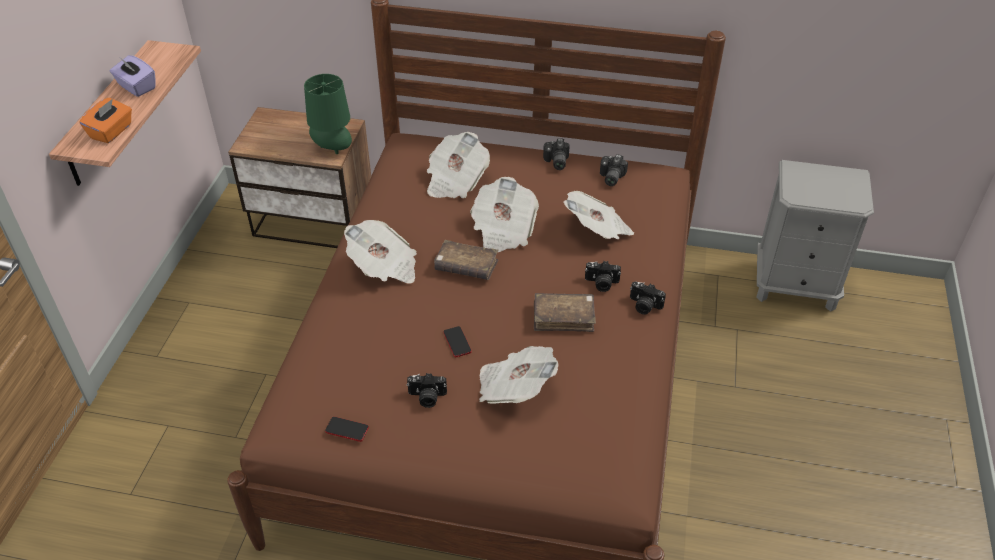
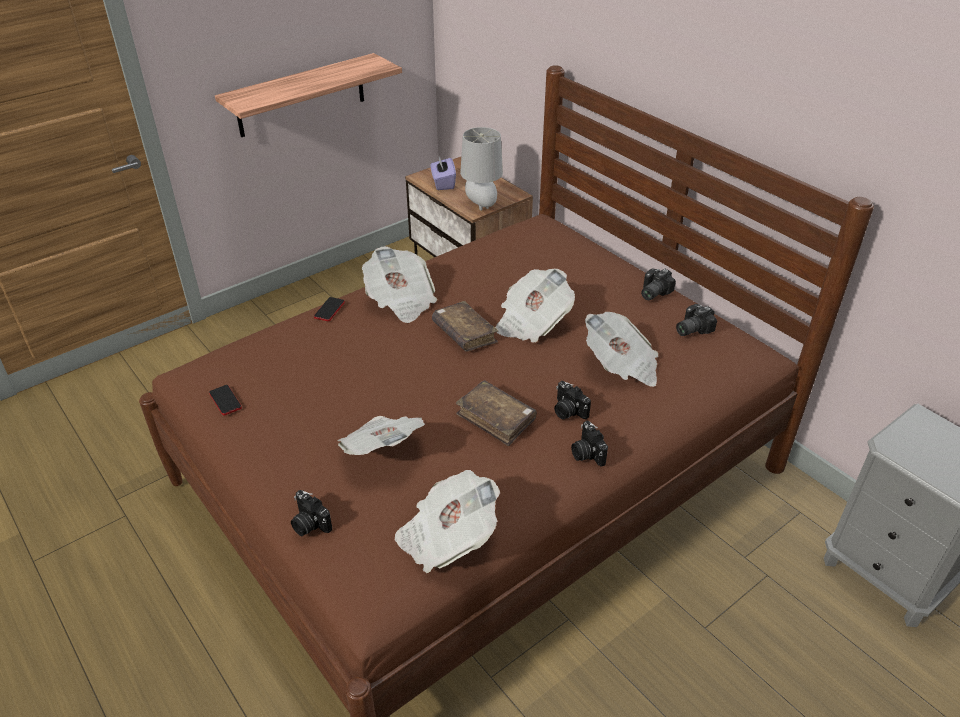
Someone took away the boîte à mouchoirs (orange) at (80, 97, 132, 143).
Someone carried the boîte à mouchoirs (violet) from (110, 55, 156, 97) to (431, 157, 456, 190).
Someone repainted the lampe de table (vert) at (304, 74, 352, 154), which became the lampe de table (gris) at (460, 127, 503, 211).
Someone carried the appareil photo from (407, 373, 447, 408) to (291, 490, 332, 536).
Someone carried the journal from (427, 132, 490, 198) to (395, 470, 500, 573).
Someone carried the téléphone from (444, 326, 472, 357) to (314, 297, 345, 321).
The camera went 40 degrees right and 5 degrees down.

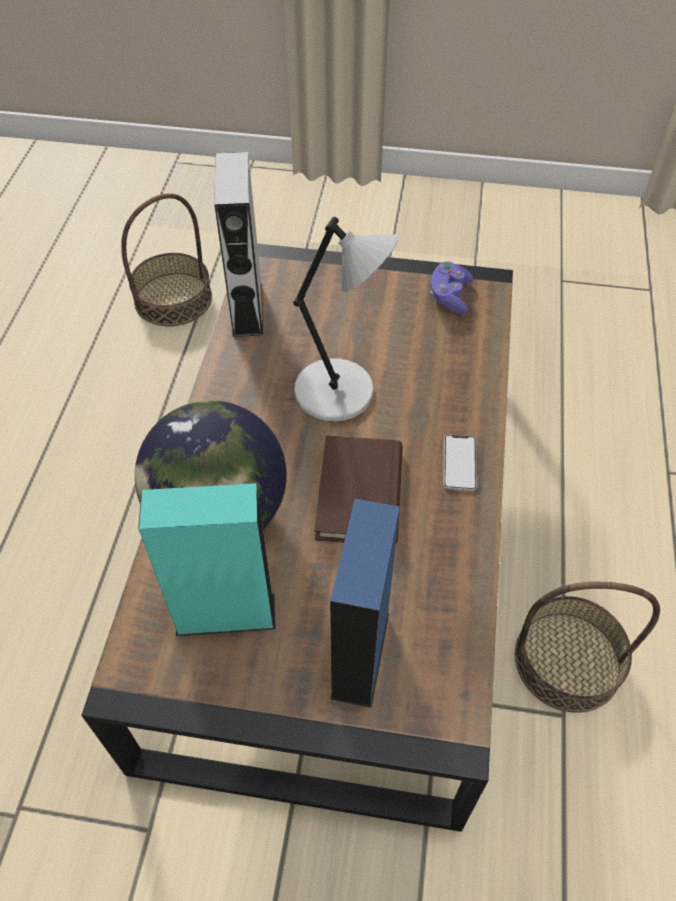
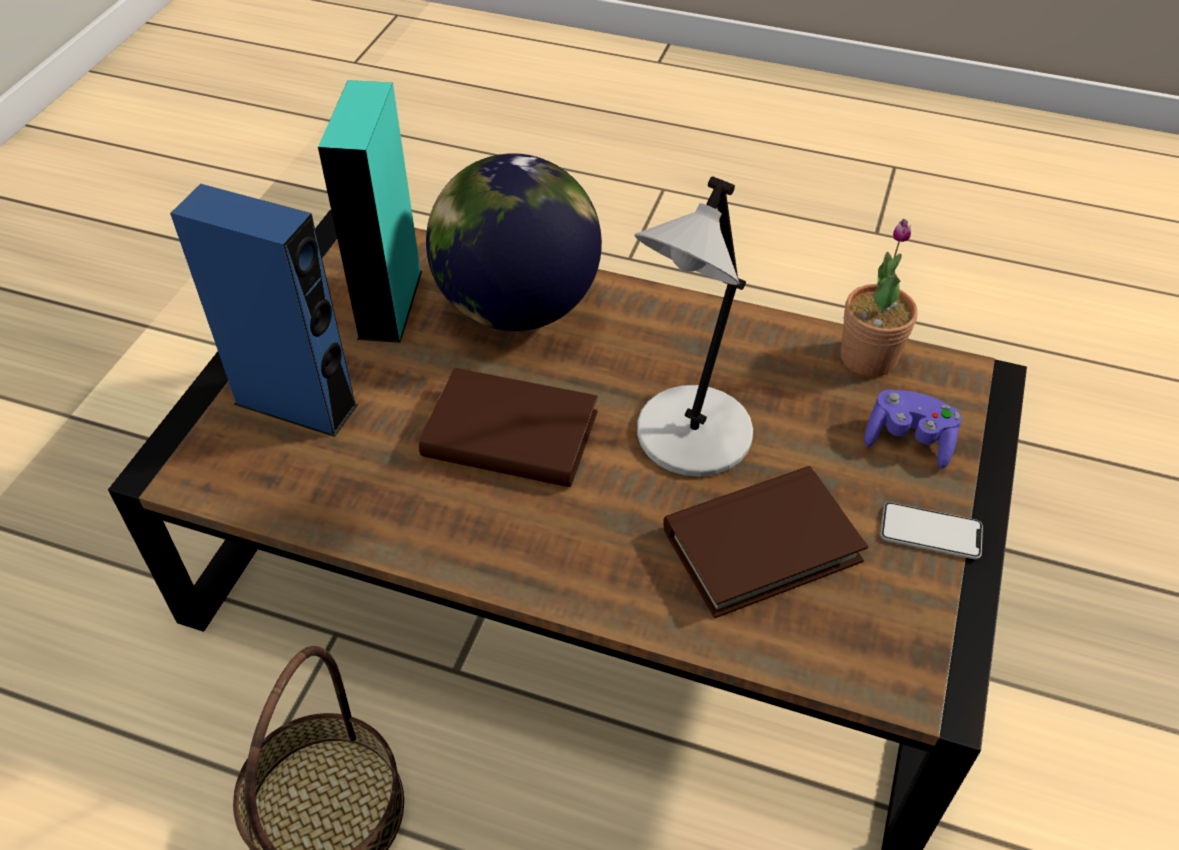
Someone took away the panier at (121, 193, 212, 326).
Someone swapped the enceinte (gris) at (214, 152, 263, 337) for the plante en pot at (841, 219, 918, 377).
Someone carried the manette (violet) from (430, 261, 473, 314) to (864, 390, 962, 469).
Someone carried the téléphone from (443, 435, 477, 491) to (880, 502, 983, 559).
Someone put down the livre (marron) at (663, 466, 868, 618).
The camera went 100 degrees right and 5 degrees down.

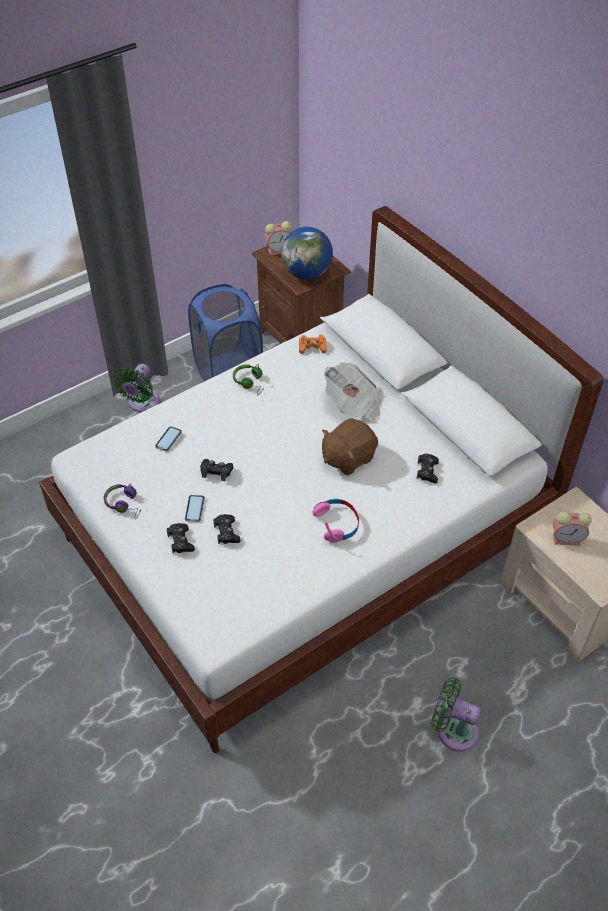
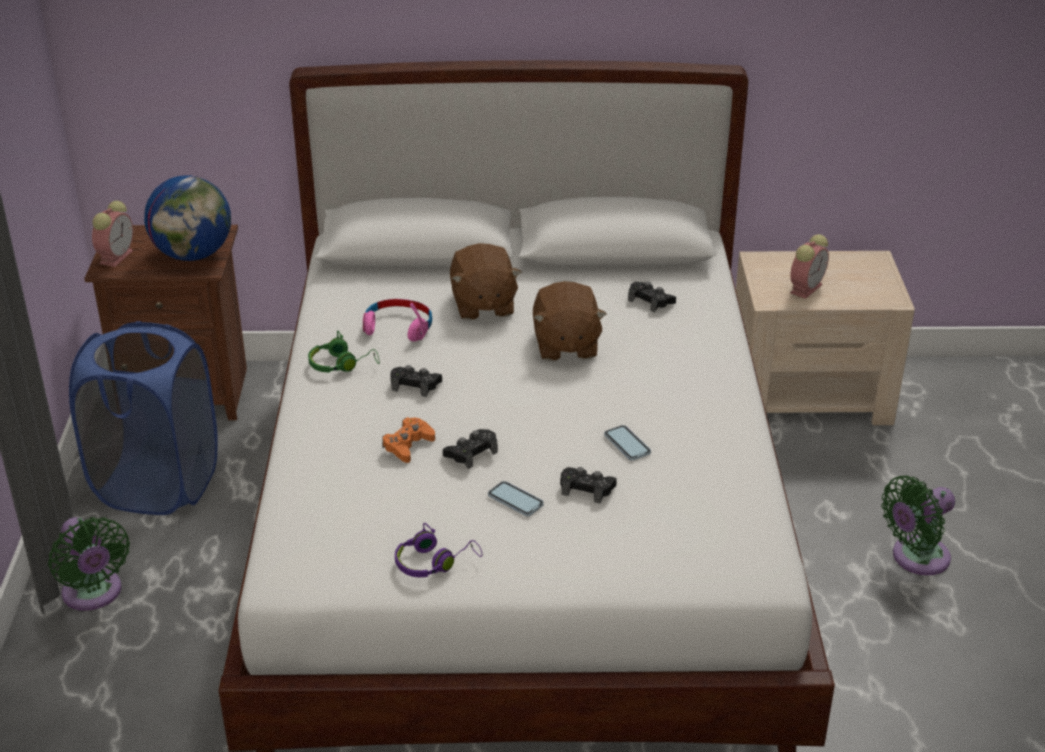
Someone carried the téléphone from (155, 426, 182, 452) to (604, 425, 651, 461).
Someone carried the manette (noir) from (167, 523, 195, 553) to (390, 365, 442, 397).
Someone carried the manette (orange) from (299, 335, 327, 354) to (382, 417, 435, 463).
Someone carried the casque audio (rose) from (312, 499, 359, 543) to (363, 299, 432, 342).
Someone swapped the journal at (324, 363, 382, 421) for the peluche (marron) at (450, 243, 522, 320).
The camera went 55 degrees left and 15 degrees down.

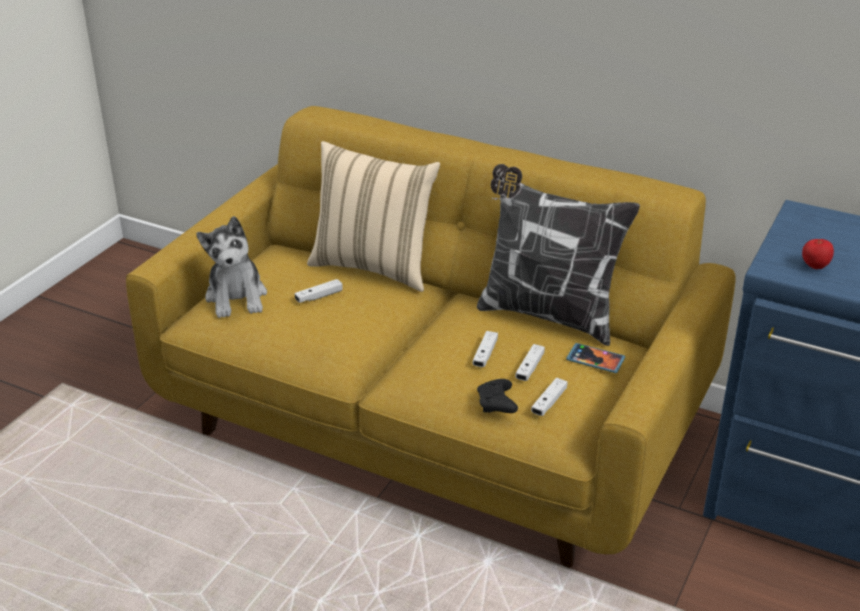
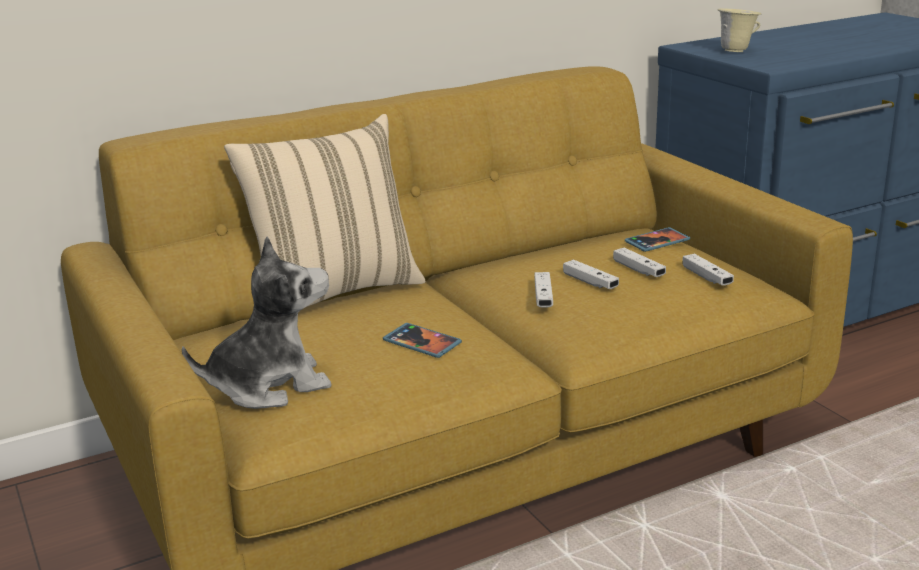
Someone rotated the peluche at (196, 216, 267, 318) by 45 degrees counterclockwise.
Someone carried the manette (blanc) from (295, 279, 343, 303) to (534, 272, 553, 307).
Someone took away the coussin at (477, 164, 640, 346).
Someone took away the manette (noir) at (477, 379, 518, 413).
Someone took away the pomme at (802, 239, 834, 269).
Someone put down the téléphone at (383, 323, 462, 358).
Someone put down the mug (beige) at (718, 9, 761, 52).
The camera went 55 degrees left and 10 degrees down.

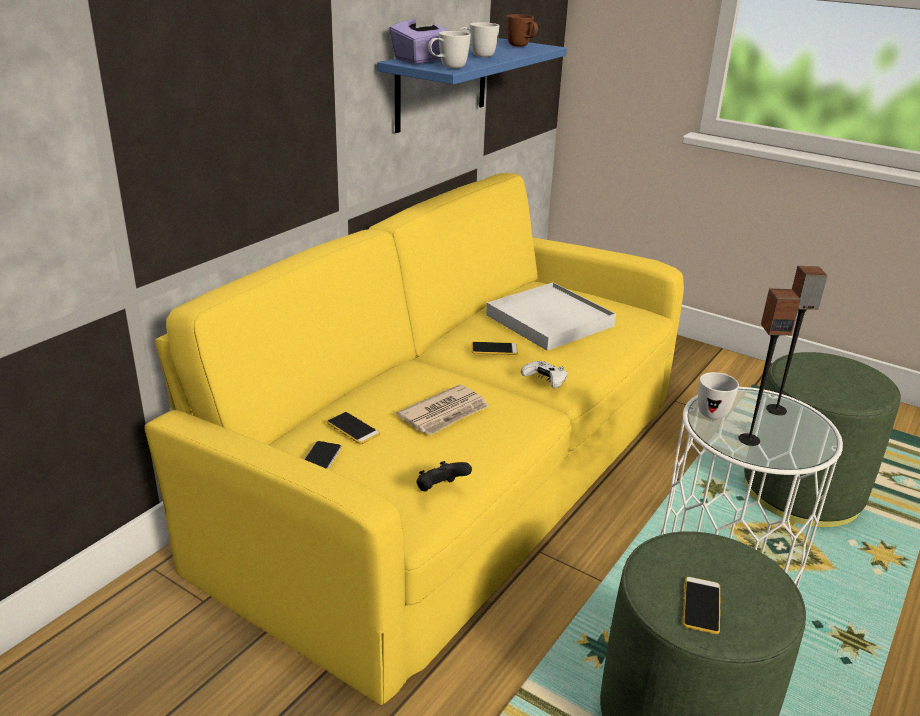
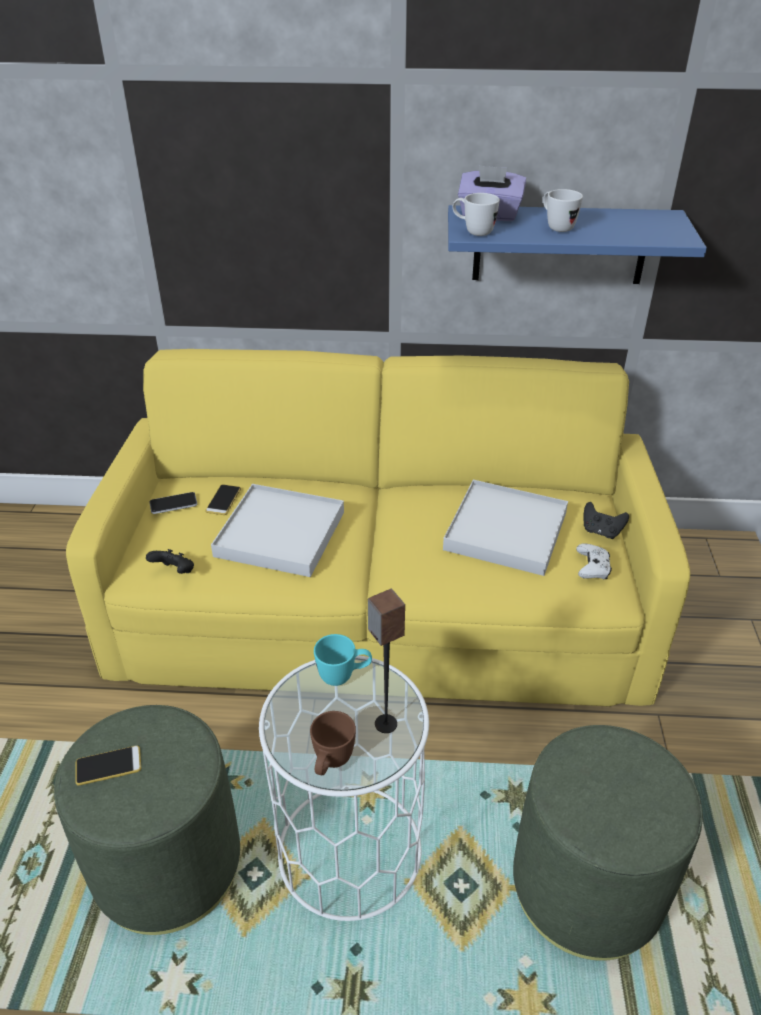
Someone swapped the journal at (396, 384, 489, 435) for the plateau (blanc) at (211, 484, 344, 577).
Someone took away the téléphone at (472, 342, 518, 355).
Someone carried the mug (marron) from (506, 14, 538, 47) to (310, 711, 356, 775).
Someone carried the manette (blanc) from (521, 361, 567, 388) to (576, 544, 612, 579).
Someone repainted the mug (blanc) at (698, 372, 739, 419), which became the mug (turquoise) at (314, 634, 372, 686).
Someone took away the enceinte at (738, 288, 801, 446).
Someone put down the manette (noir) at (584, 502, 629, 539).
The camera went 60 degrees right and 10 degrees up.

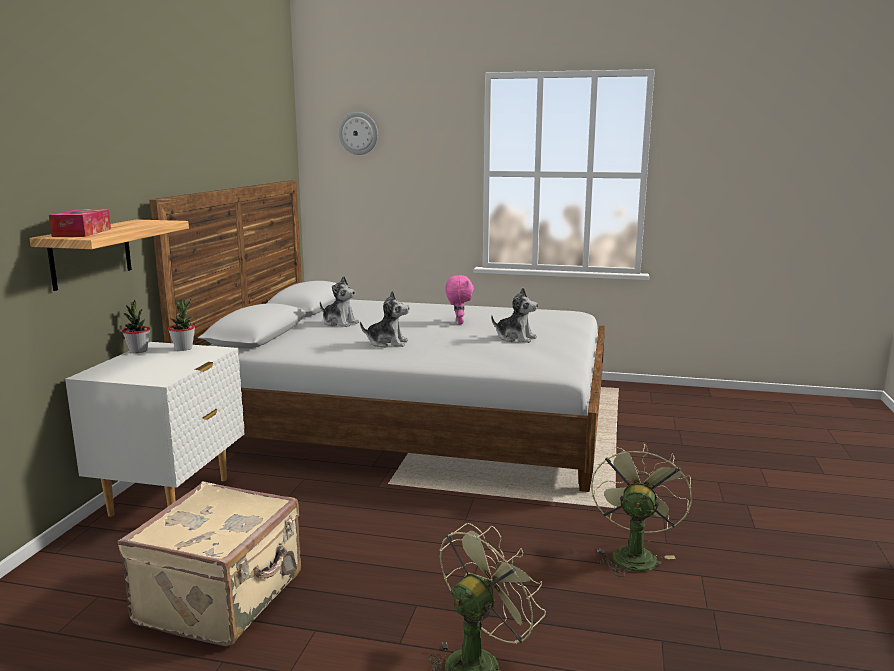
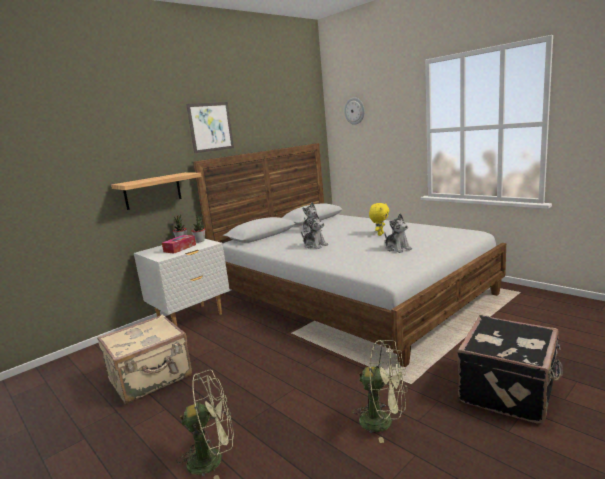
Someone carried the boîte à mouchoirs from (49, 209, 111, 237) to (162, 235, 196, 254).
Someone repainted the peluche (rose) at (445, 275, 474, 324), which became the peluche (jaune) at (369, 203, 390, 236).
Someone rotated the ventilateur (vert) at (591, 442, 692, 577) by 60 degrees clockwise.
Someone put up the tableau at (186, 102, 234, 153).
Someone put down the valise (noir) at (457, 315, 563, 423).
The camera went 35 degrees right and 0 degrees up.

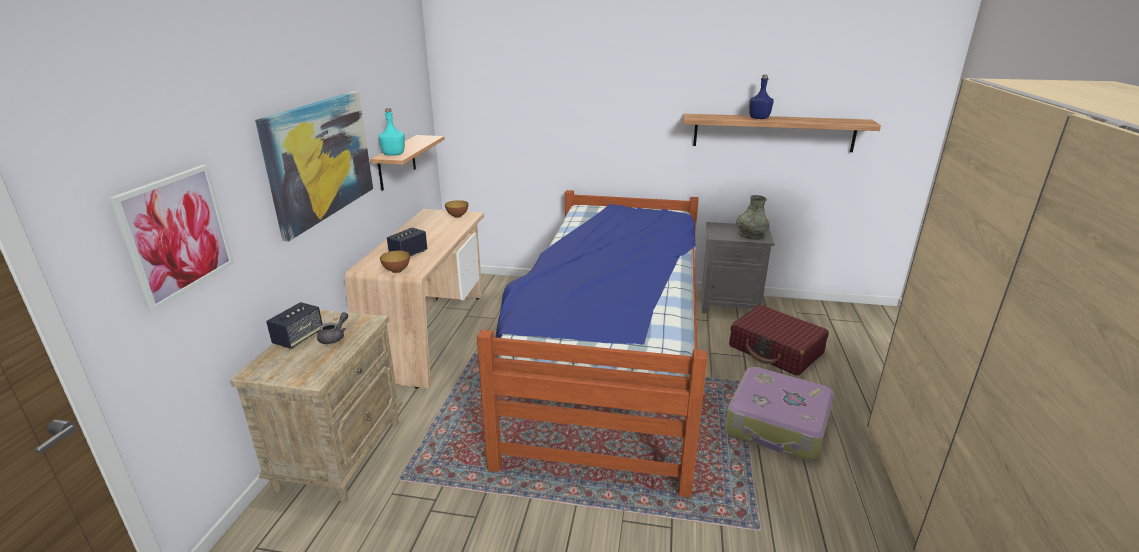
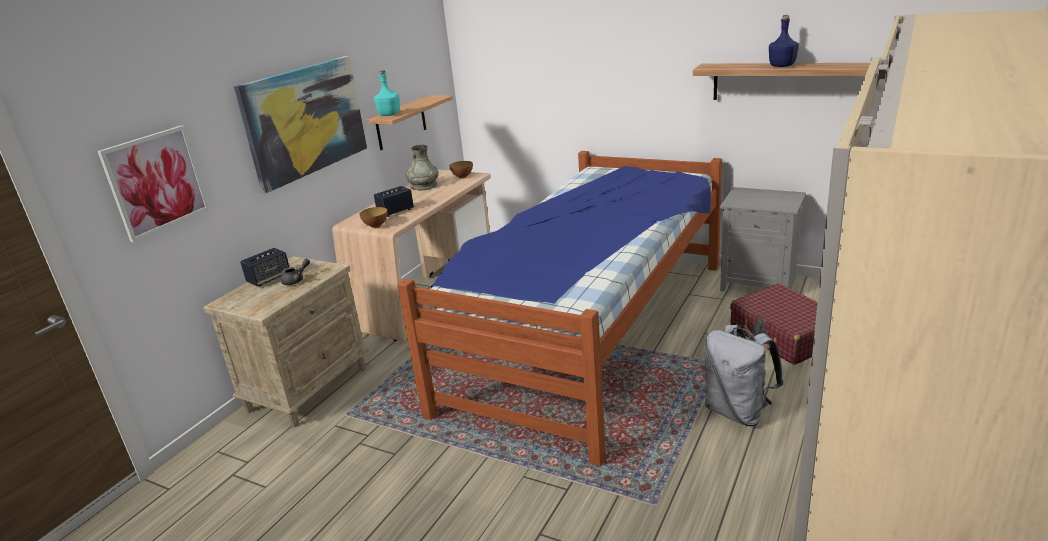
Someone swapped the valise at (725, 367, 834, 462) for the sac à dos (gris) at (705, 325, 783, 426).
Someone carried the vase (gris) from (736, 195, 770, 240) to (406, 145, 439, 190).
The camera went 20 degrees right and 0 degrees up.

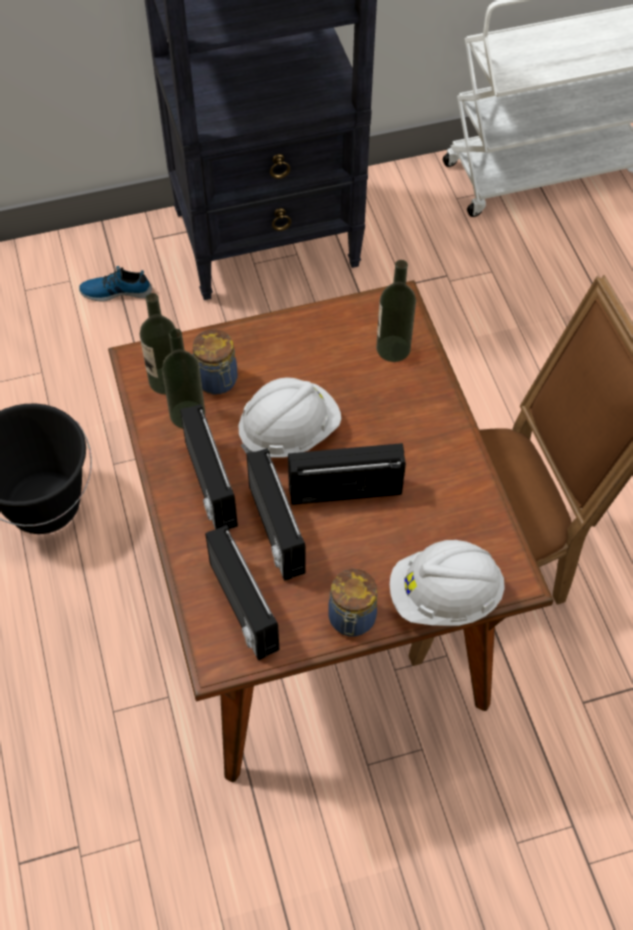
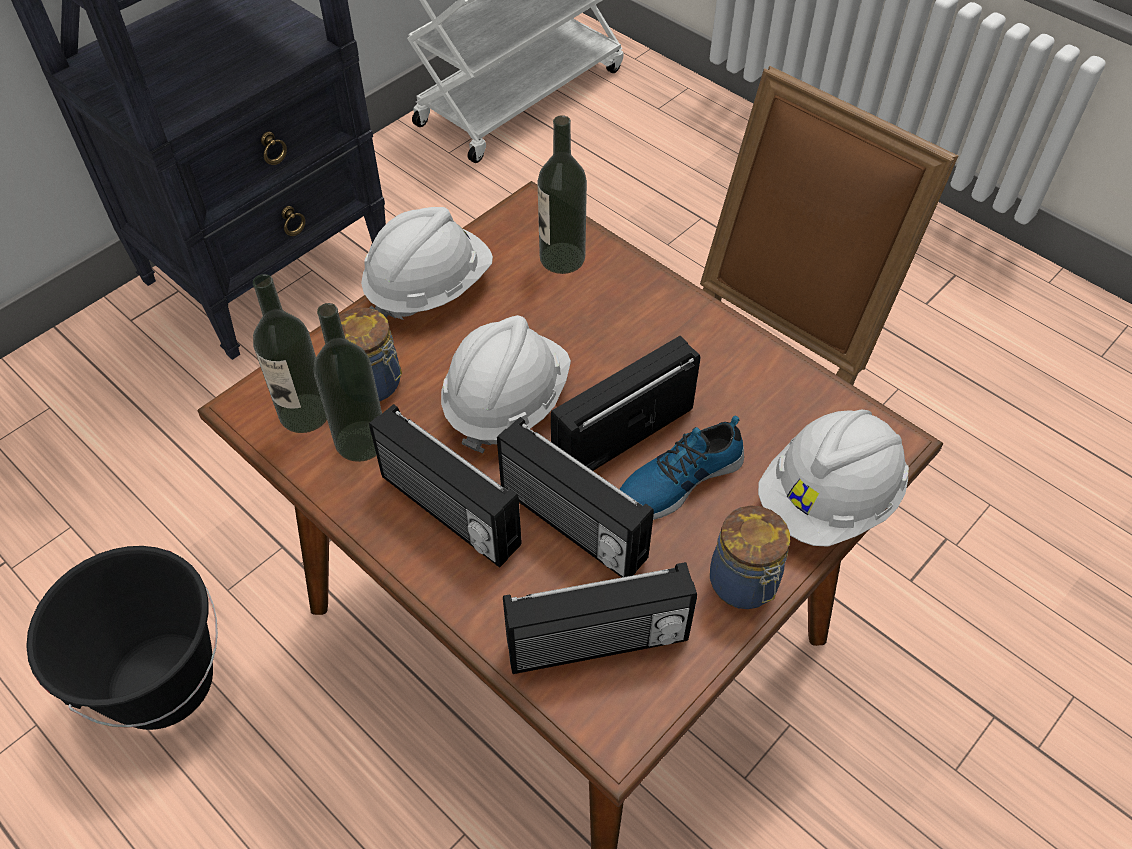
Someone carried the chaussure from (79, 266, 152, 301) to (620, 415, 744, 520).
Someone rotated the radio at (205, 525, 279, 661) by 45 degrees counterclockwise.
Someone put down the casque de chantier (blanc) at (361, 207, 493, 321).
The camera went 30 degrees left and 5 degrees down.

